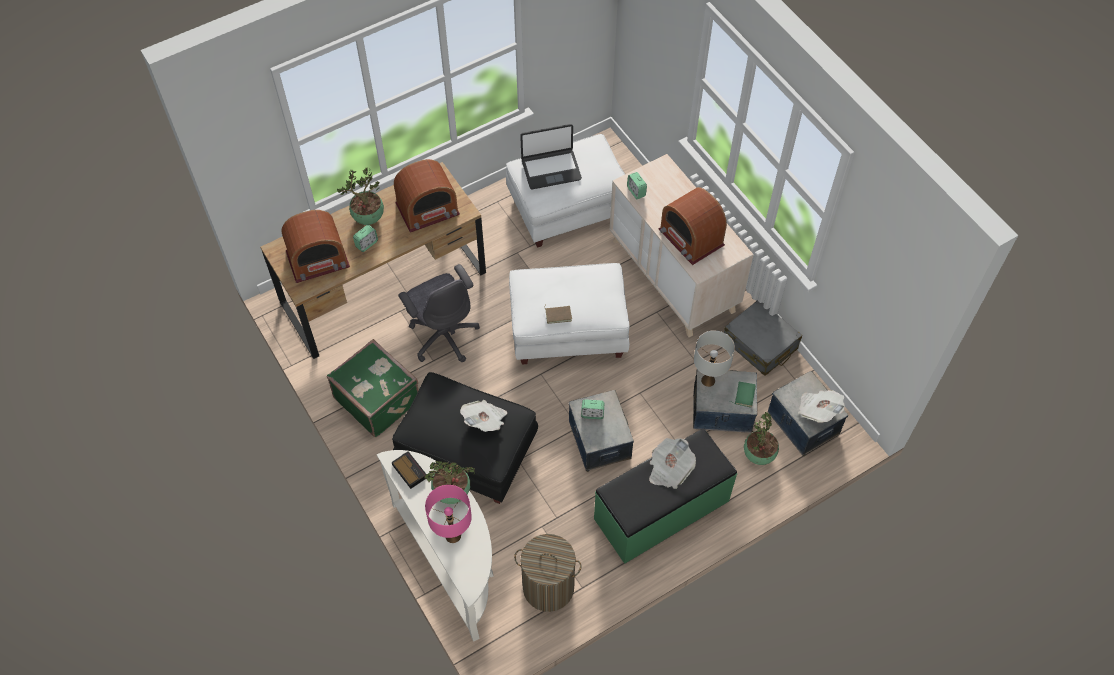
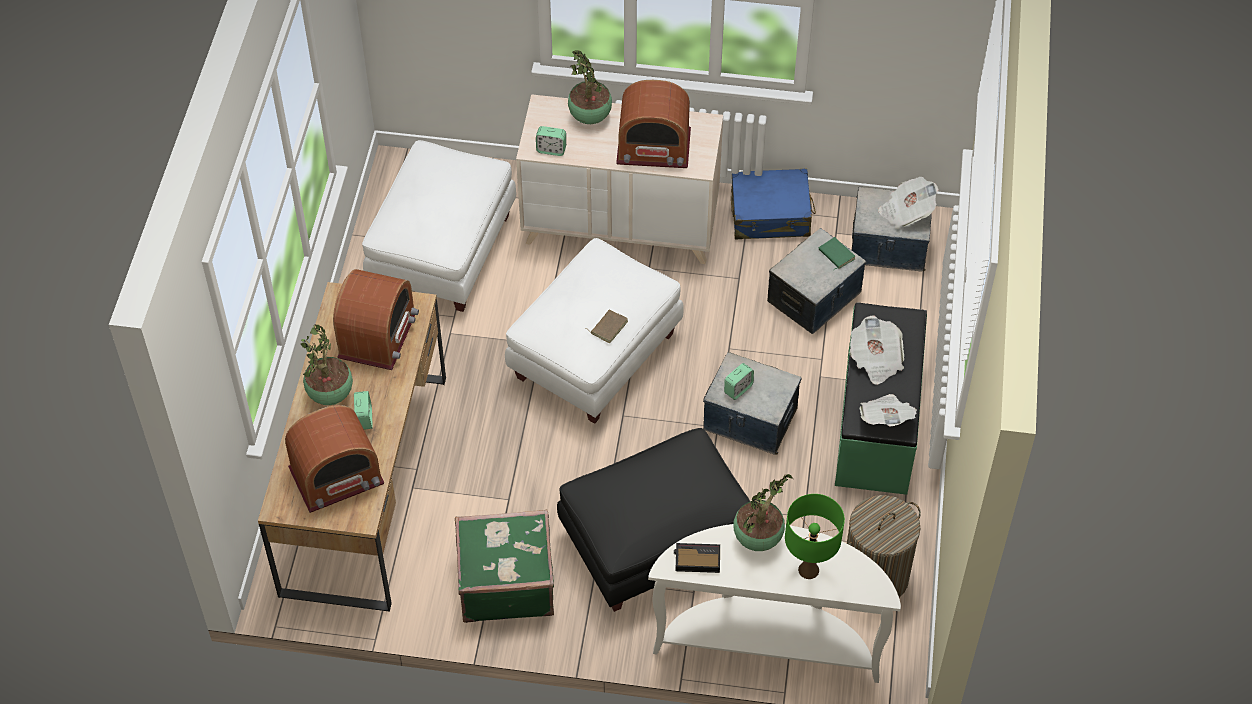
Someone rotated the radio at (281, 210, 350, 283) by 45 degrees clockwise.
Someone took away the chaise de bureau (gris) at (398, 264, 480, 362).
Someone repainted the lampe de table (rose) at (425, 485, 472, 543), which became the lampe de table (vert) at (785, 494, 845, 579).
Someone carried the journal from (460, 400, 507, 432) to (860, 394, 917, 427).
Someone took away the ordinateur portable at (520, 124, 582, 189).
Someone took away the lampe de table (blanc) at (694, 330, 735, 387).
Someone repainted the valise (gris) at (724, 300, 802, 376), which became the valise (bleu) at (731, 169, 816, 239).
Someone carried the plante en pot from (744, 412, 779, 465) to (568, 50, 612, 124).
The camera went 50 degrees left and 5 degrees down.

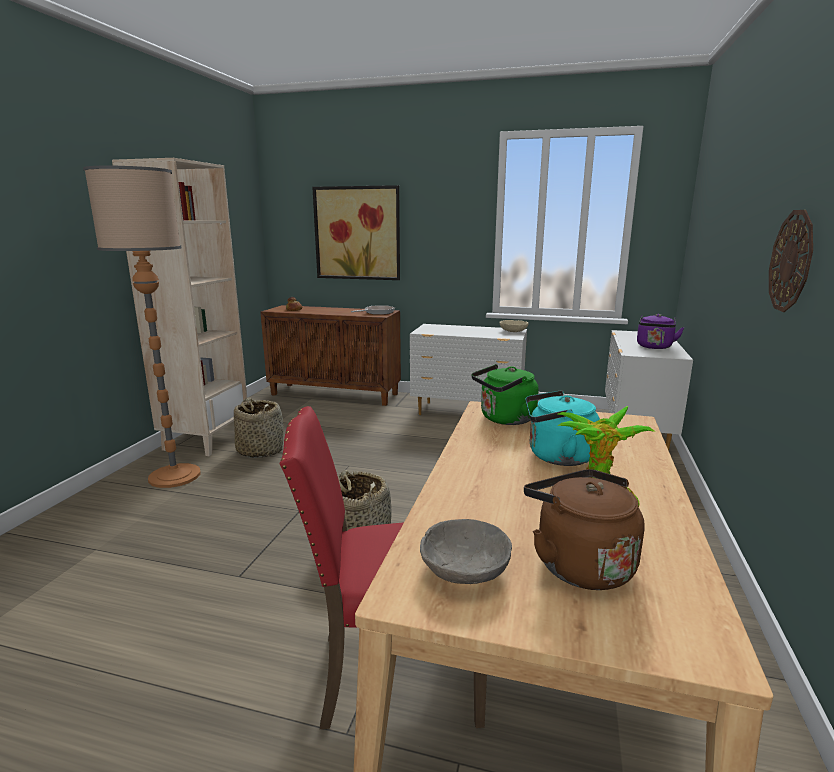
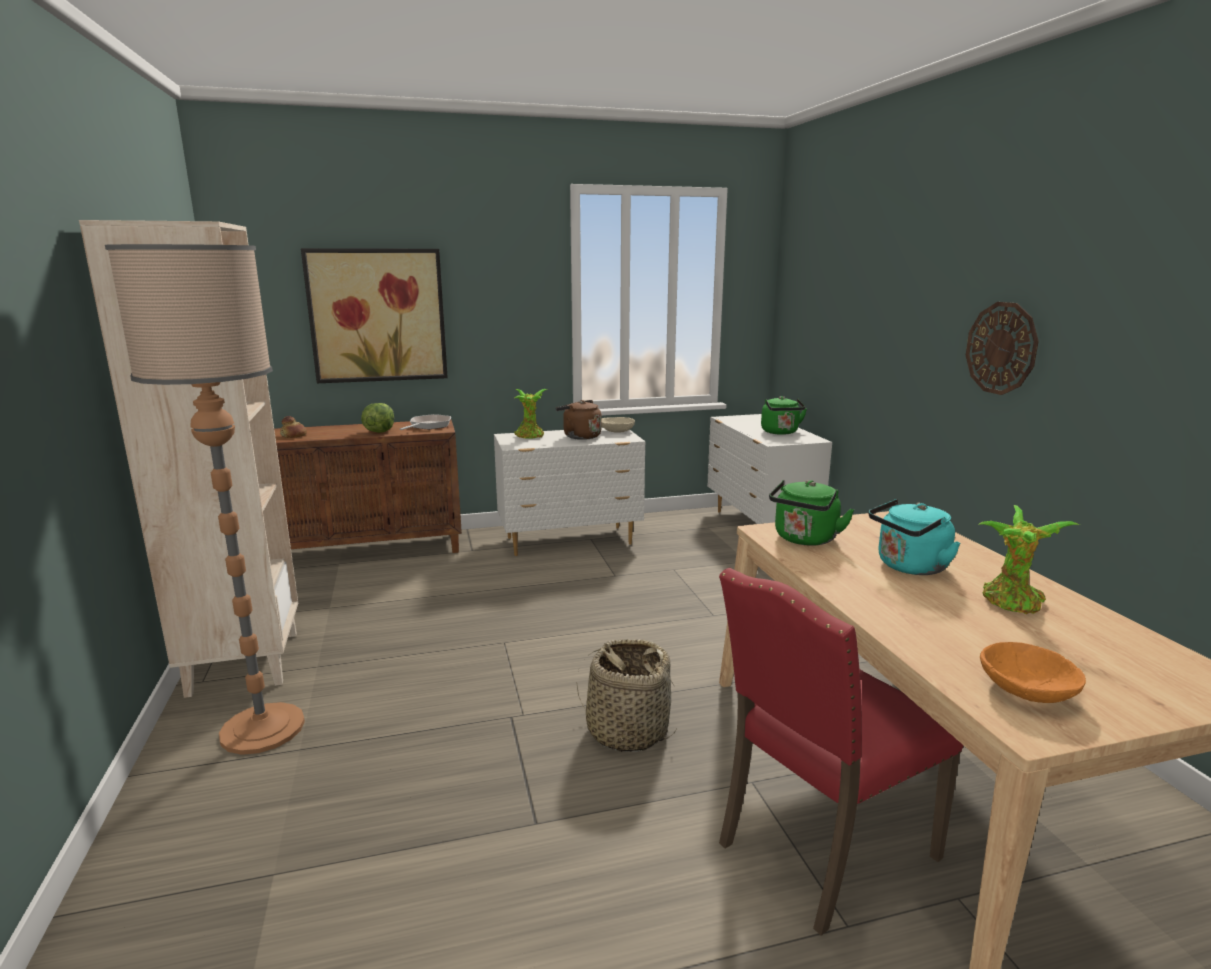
Someone took away the panier at (234, 398, 284, 458).
Someone repainted the bol (gris) at (420, 519, 512, 584), which became the bol (orange) at (980, 642, 1086, 703).
Someone carried the bouilloire (marron) from (524, 469, 645, 590) to (556, 400, 602, 440).
Someone repainted the bouilloire (violet) at (637, 314, 684, 349), which became the bouilloire (vert) at (761, 396, 807, 435).
Someone put down the laitue at (361, 403, 394, 433).
Someone put down the plante en pot at (514, 389, 548, 439).
The camera went 30 degrees left and 0 degrees up.

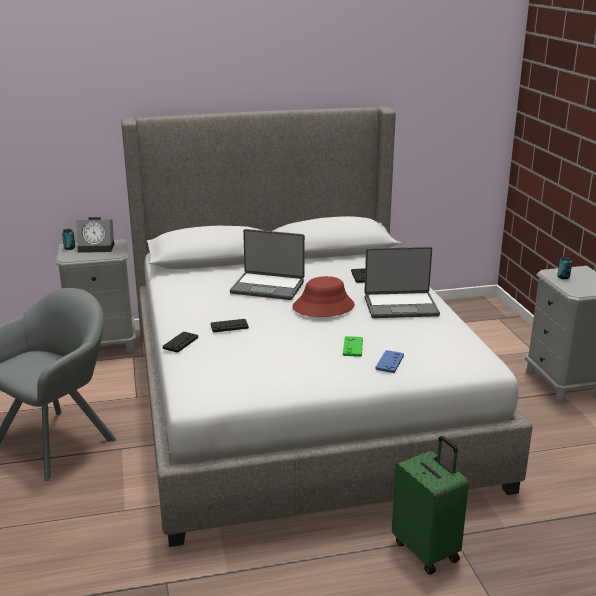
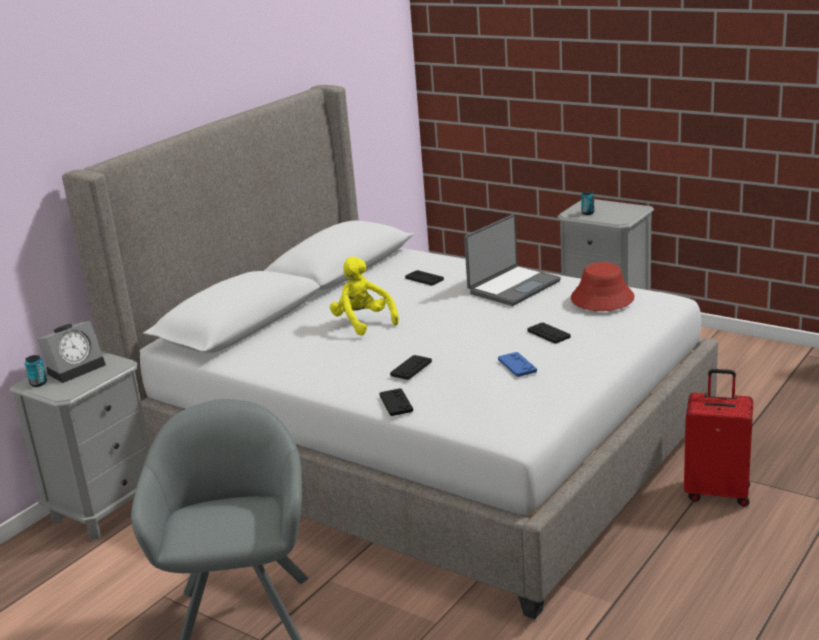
Someone swapped the ordinateur portable at (230, 229, 305, 300) for the peluche (jaune) at (330, 257, 399, 336).
Someone carried the chapeau (rouge) from (293, 276, 355, 317) to (571, 262, 635, 311).
Someone repainted the manette (vert) at (343, 336, 363, 357), which became the manette (noir) at (527, 322, 571, 344).
Someone carried the manette (bleu) from (375, 350, 404, 373) to (498, 352, 537, 377).
Someone repainted the valise (vert) at (392, 436, 469, 574), which became the valise (rouge) at (684, 369, 753, 506).
The camera went 40 degrees left and 0 degrees up.

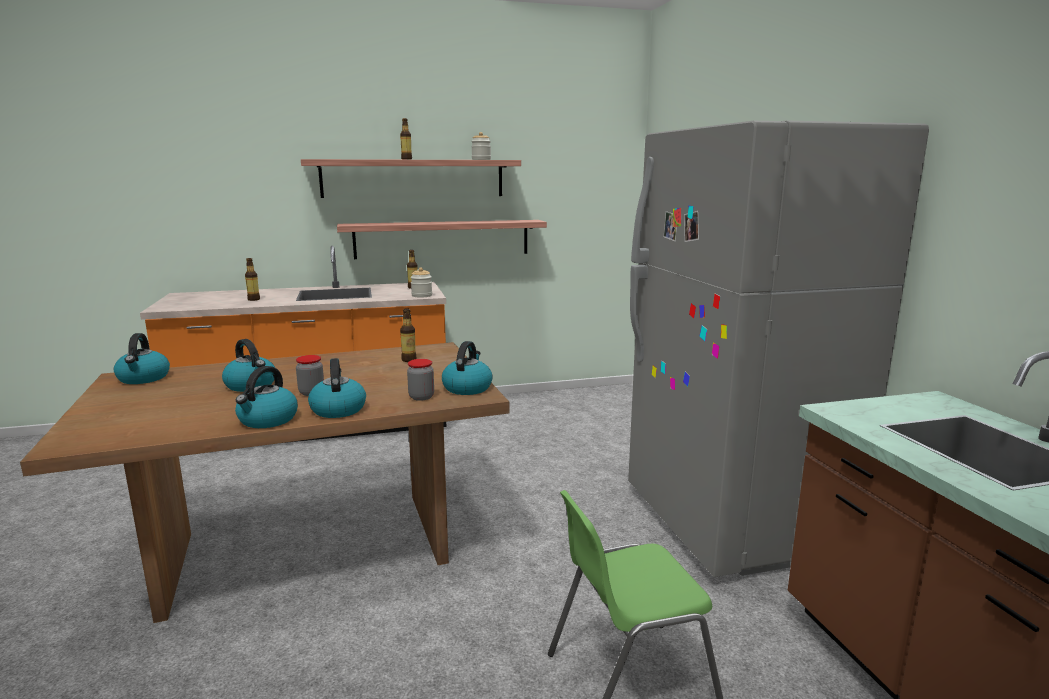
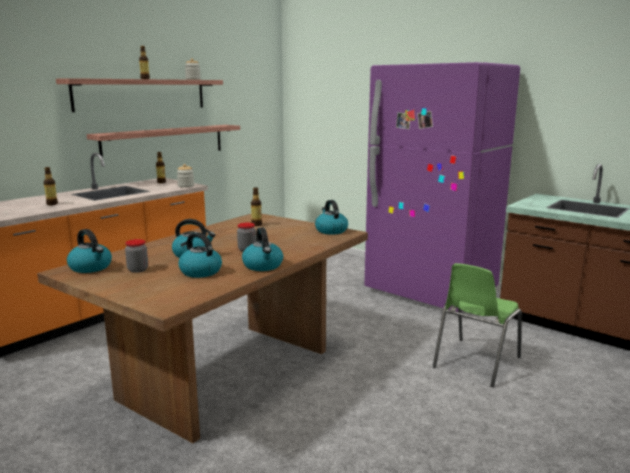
Someone carried the bouilloire from (308, 358, 366, 418) to (179, 232, 222, 278).
Someone carried the bocal from (407, 359, 434, 401) to (125, 239, 148, 273).
Someone repainted the réfrigérateur (gris) at (628, 121, 929, 577), which became the réfrigérateur (violet) at (364, 62, 520, 312).
The camera went 35 degrees left and 0 degrees up.

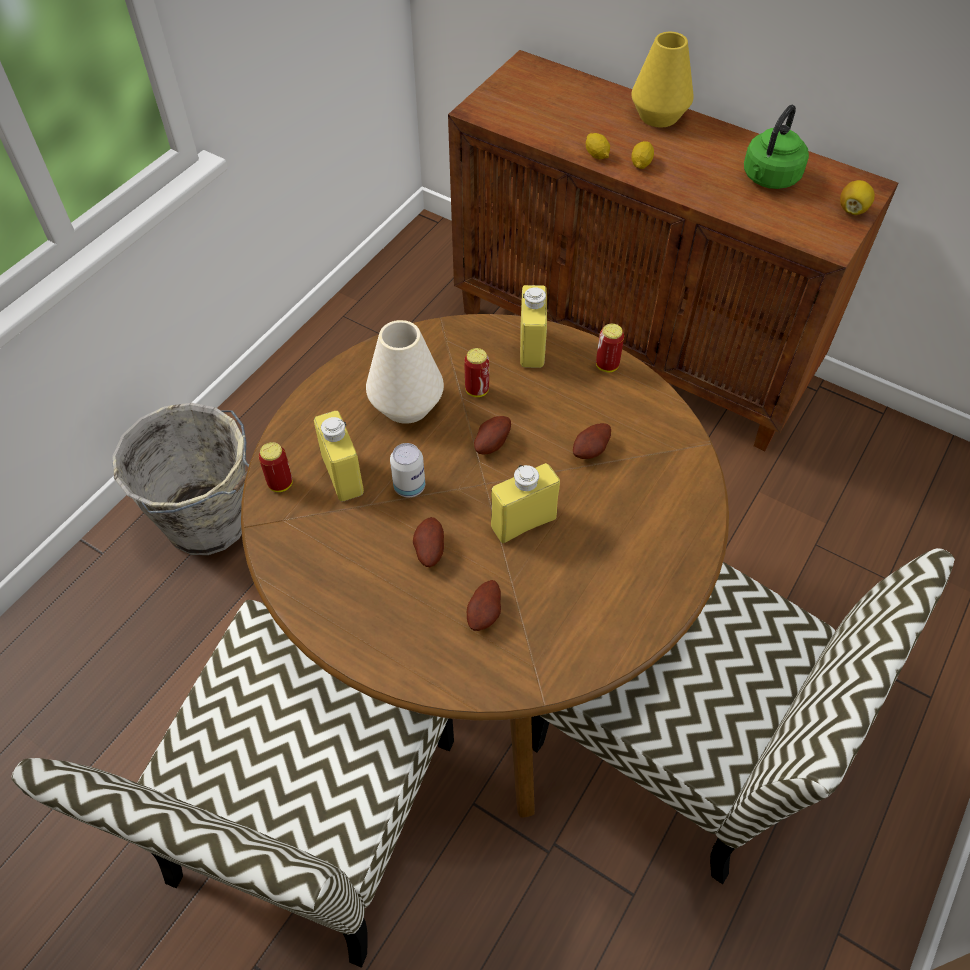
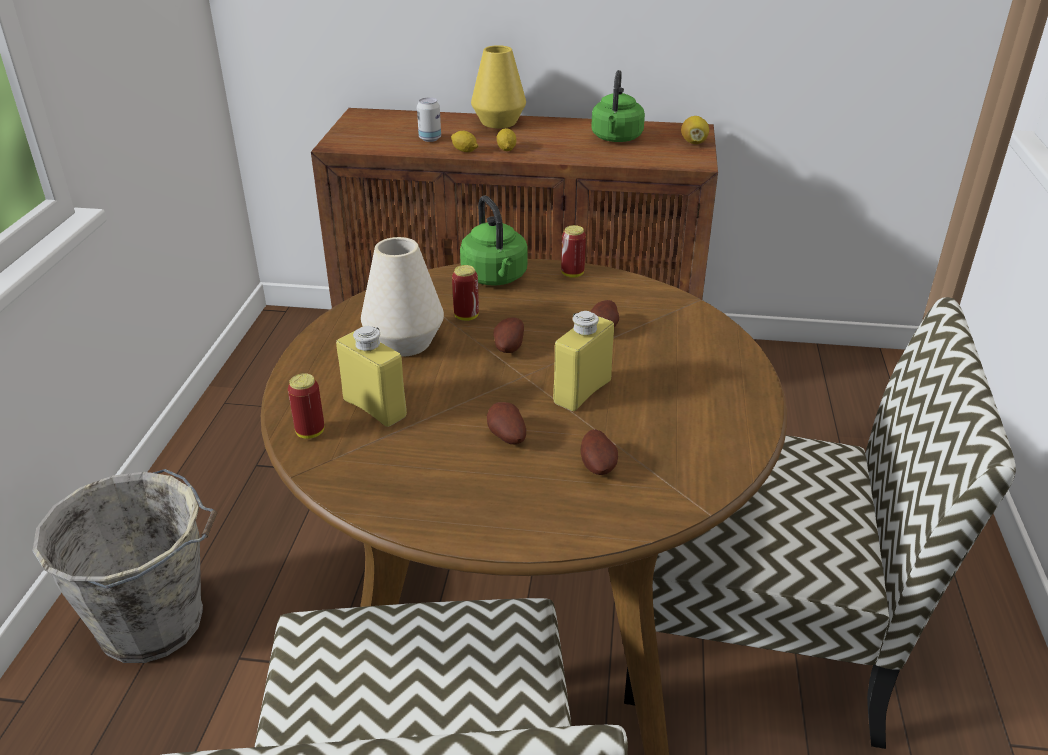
Someone carried the boîte métallique from (390, 443, 425, 497) to (417, 97, 441, 142).
Someone swapped the bouteille (jaune) at (520, 285, 547, 368) for the bouilloire (vert) at (460, 195, 528, 286).
The camera went 25 degrees left and 20 degrees down.

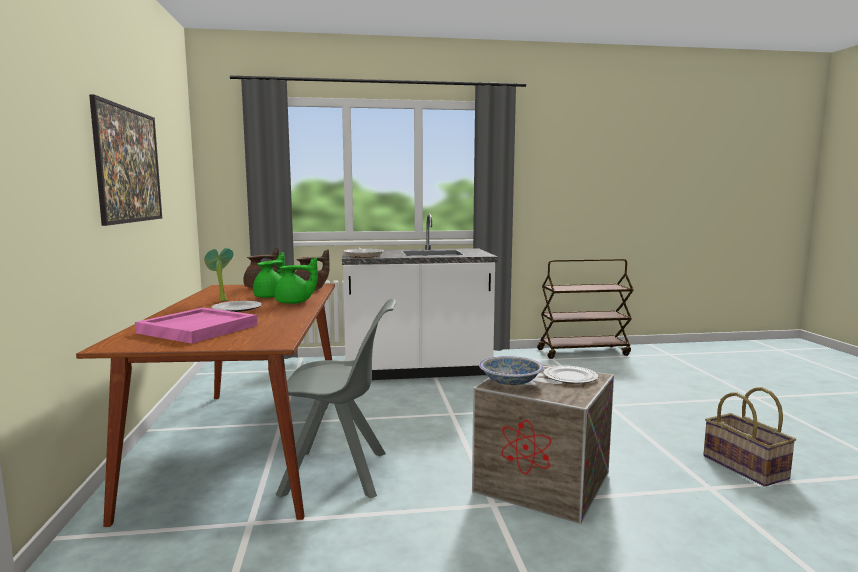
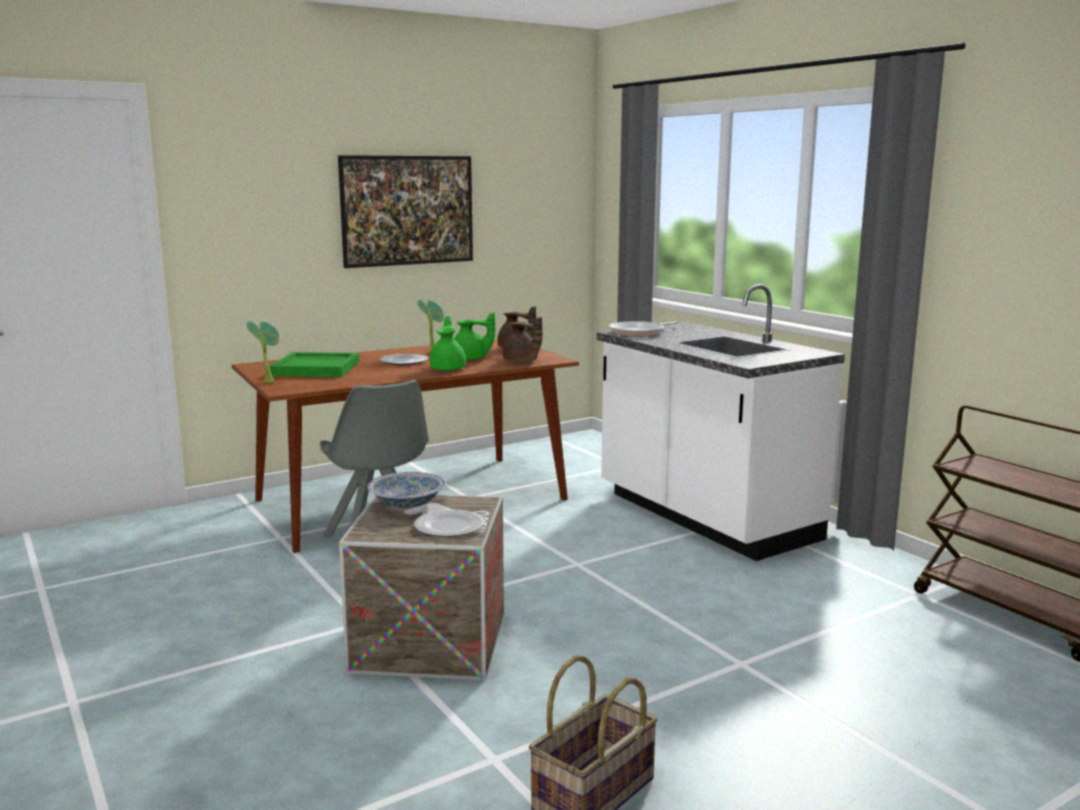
Someone repainted the plateau (rose) at (135, 308, 257, 344), which became the plateau (vert) at (270, 352, 360, 377).
Someone rotated the théière (vert) at (275, 257, 318, 304) by 150 degrees counterclockwise.
Someone put down the plante en pot at (247, 321, 279, 383).
The camera went 65 degrees right and 5 degrees up.

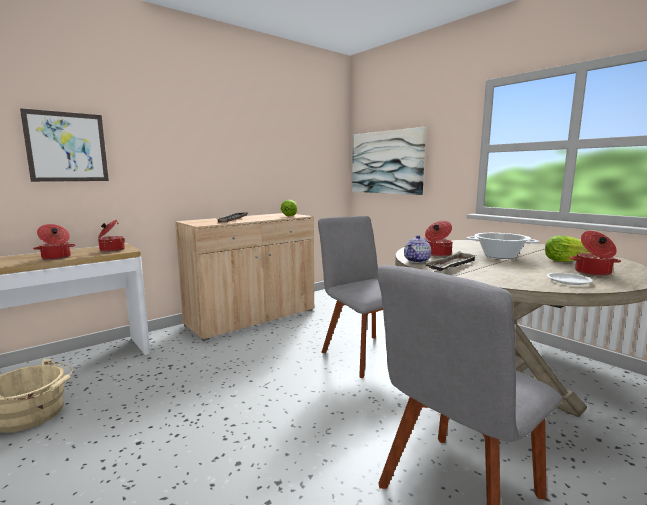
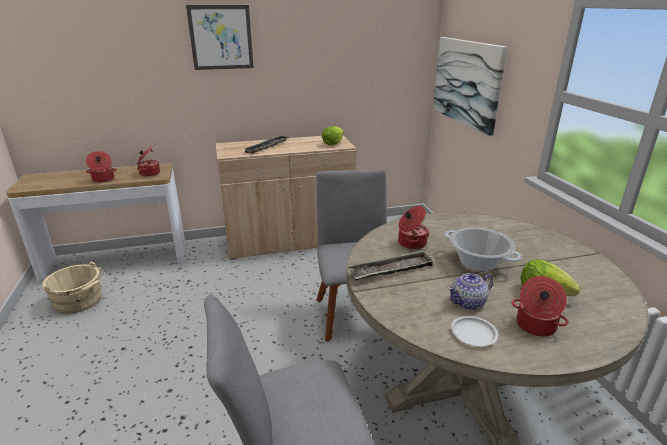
Someone carried the tableau from (20, 108, 109, 182) to (186, 5, 254, 70).
Someone carried the théière from (404, 235, 431, 263) to (448, 273, 493, 310).
The camera went 25 degrees right and 15 degrees up.

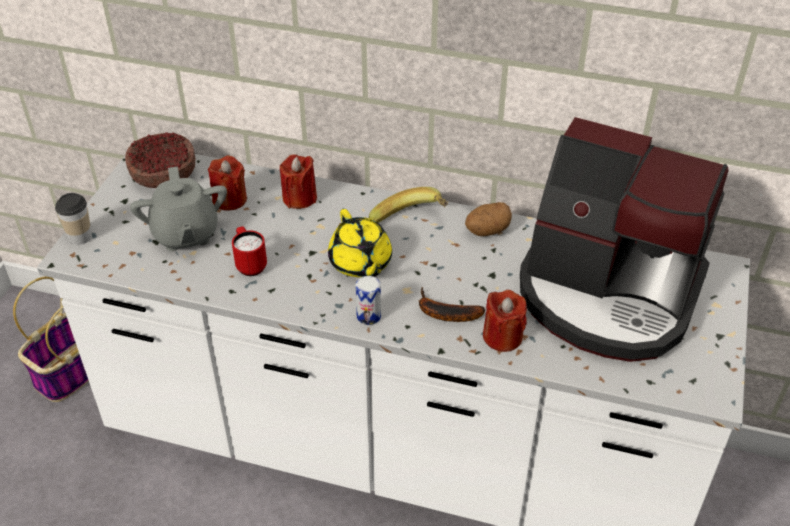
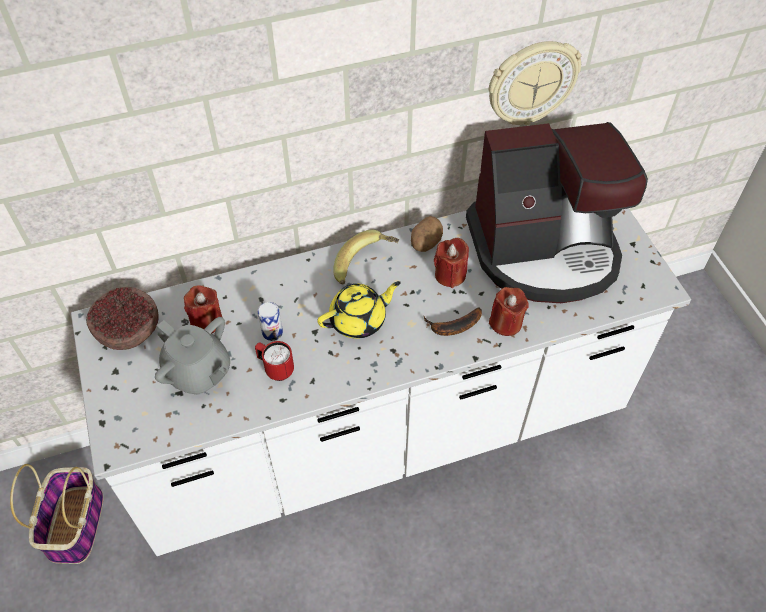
Someone took away the tasse at (55, 193, 92, 245).
Someone carried the bougie (rouge) from (280, 155, 317, 209) to (434, 238, 469, 288).
Someone rotated the théière (jaune) at (328, 209, 392, 277) by 60 degrees counterclockwise.
Someone carried the boîte métallique from (355, 276, 381, 325) to (258, 302, 283, 341).
Someone put up the horloge murale at (489, 41, 581, 125).
The camera went 35 degrees left and 10 degrees up.

